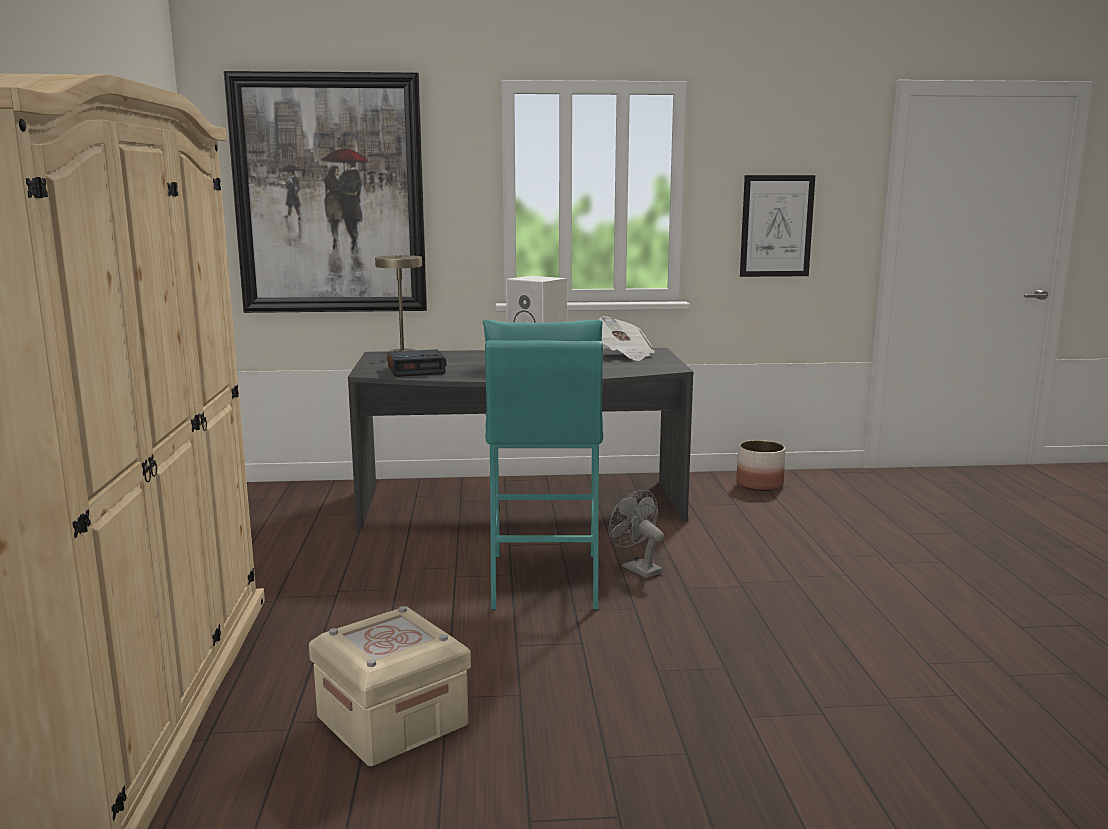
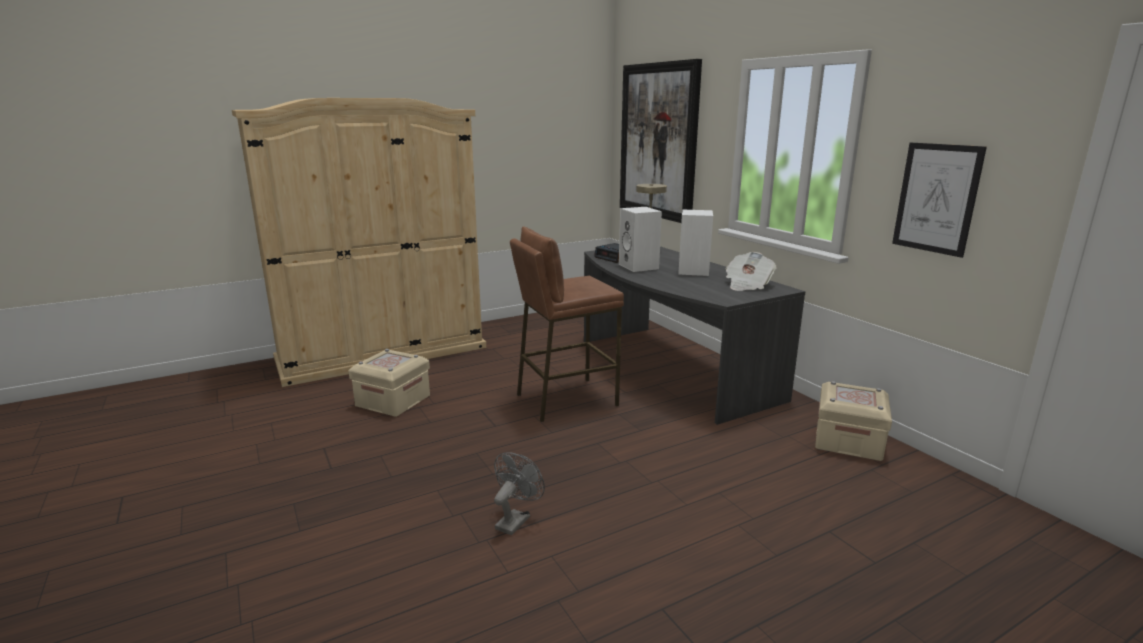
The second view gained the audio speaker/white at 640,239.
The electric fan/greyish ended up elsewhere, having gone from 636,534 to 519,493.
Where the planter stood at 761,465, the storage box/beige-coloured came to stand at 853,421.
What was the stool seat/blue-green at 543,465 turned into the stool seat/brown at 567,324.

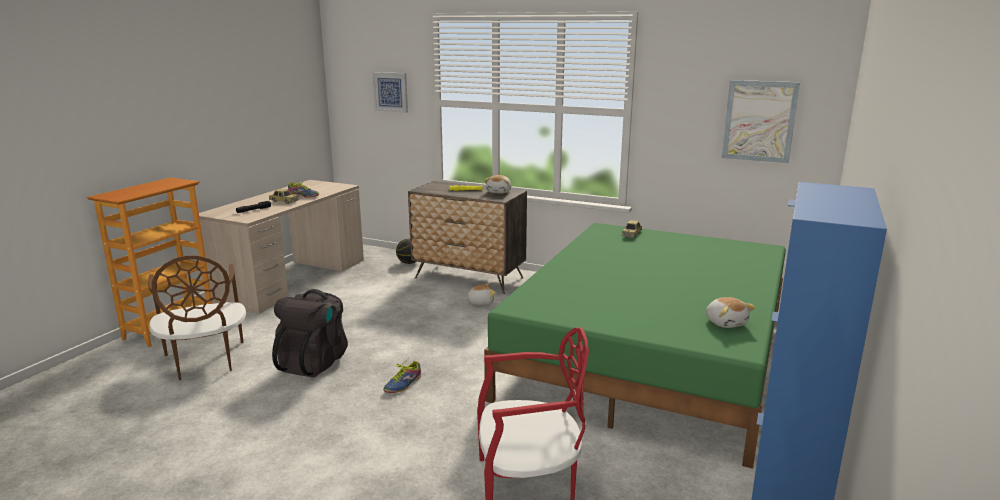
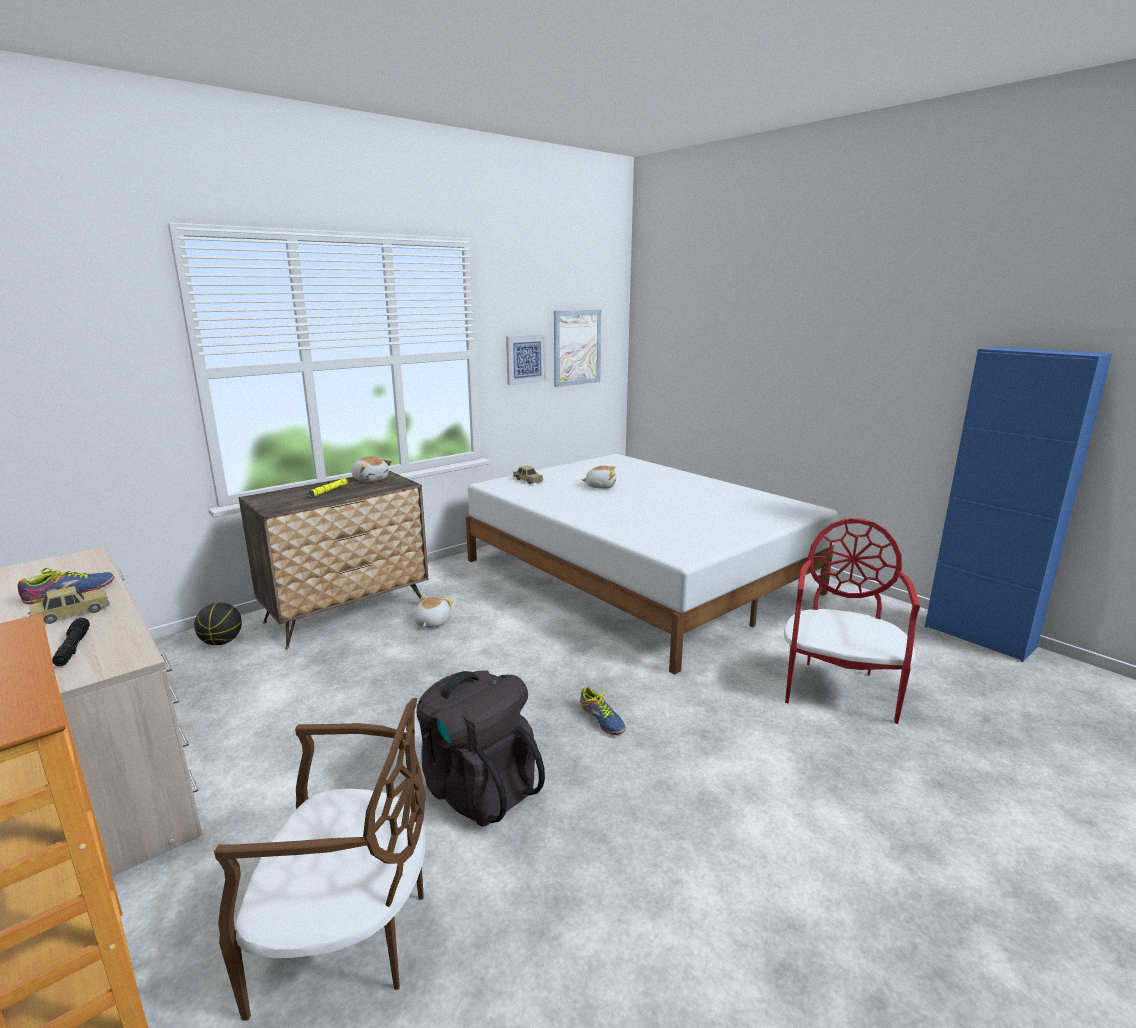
The wall art ended up elsewhere, having gone from 390,92 to 526,359.
The plush toy ended up elsewhere, having gone from 731,312 to 598,477.
What was the bed/green at 635,346 turned into the bed/white at 652,564.

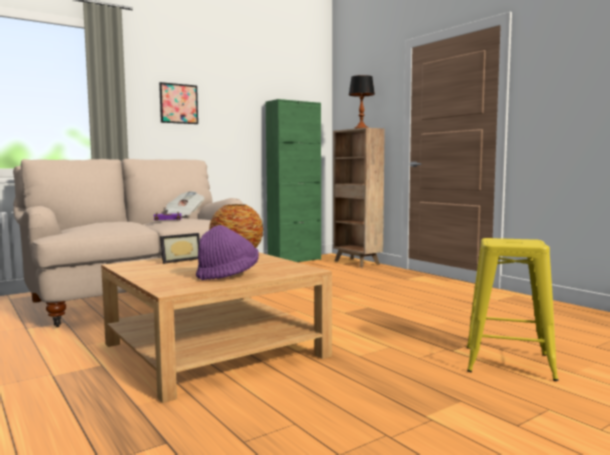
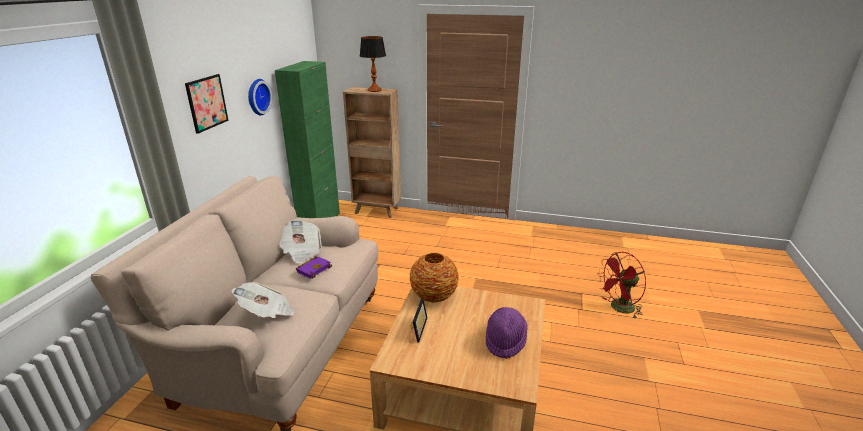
The second view gained the newspaper at 263,300.
The second view gained the clock on the wall at 260,97.
Where the stool seat/yellow-coloured stood at 512,309, the electric fan/red-coloured came to stand at 621,285.

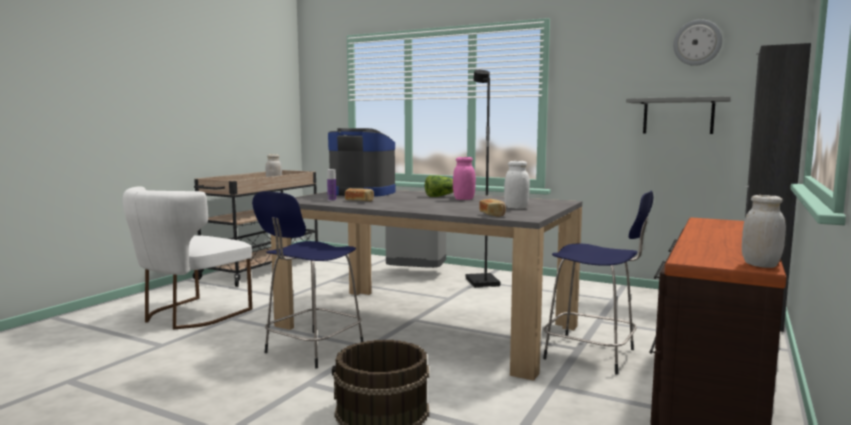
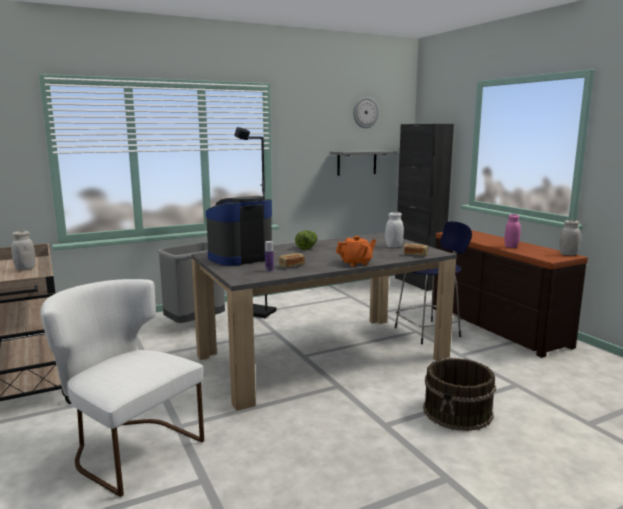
The second view lost the stool seat/bluish at 308,280.
The second view gained the teapot/orange at 356,251.
The preserve jar/pinkish ended up elsewhere, having gone from 464,178 to 512,231.
The chair/white at 187,257 ended up facing another way, 150 degrees clockwise from before.

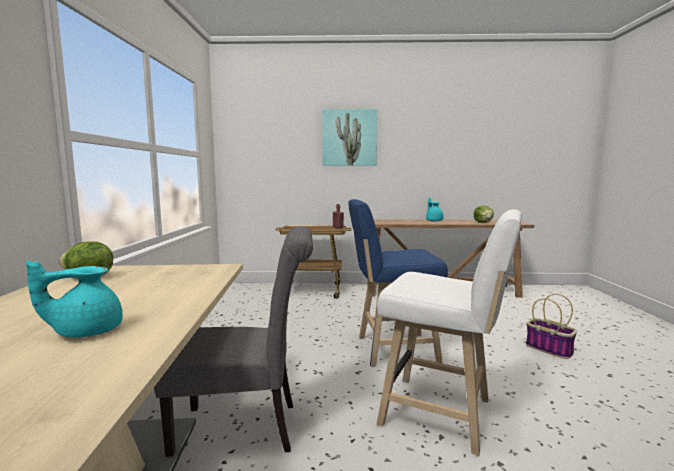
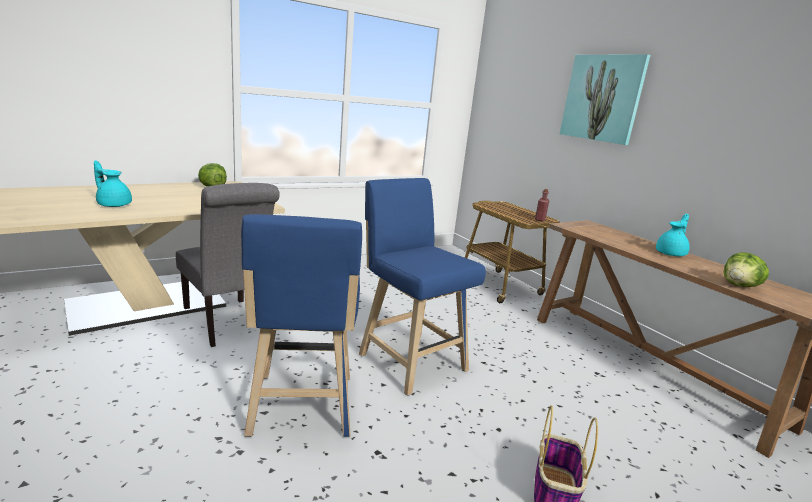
What was the stool seat/white at 449,332 turned into the stool seat/bluish at 301,325.

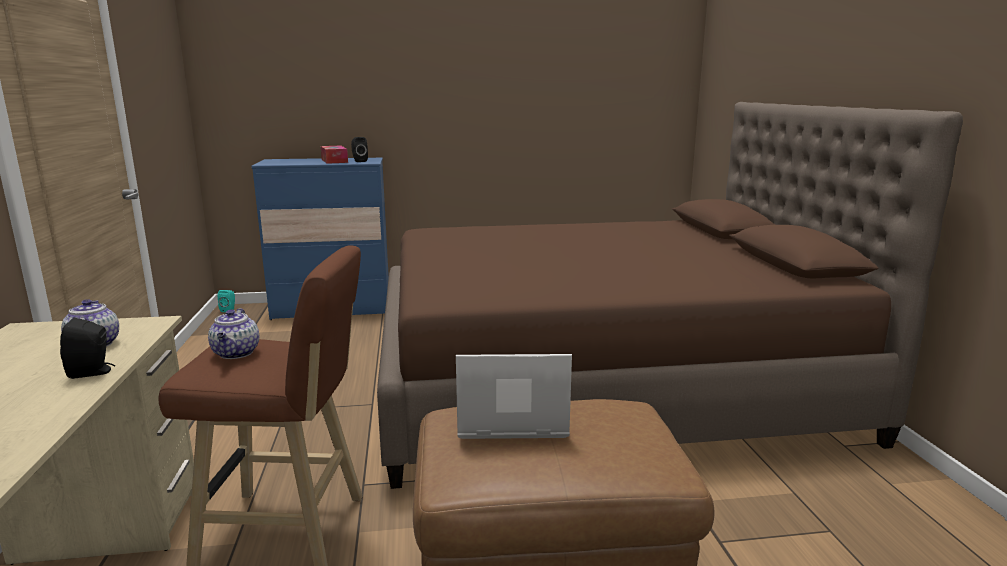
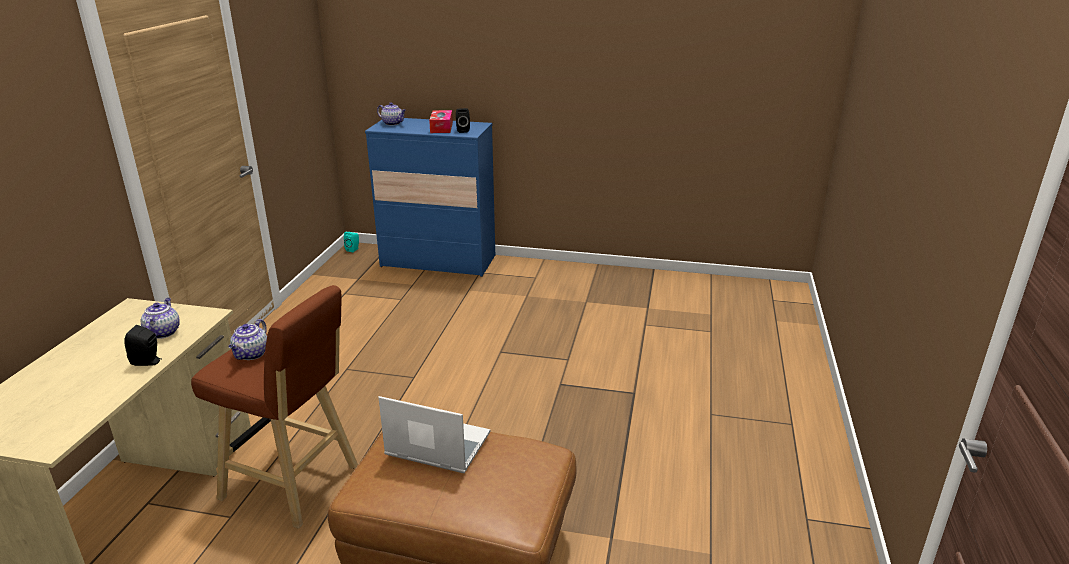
The second view lost the bed/brown at 670,295.
The second view gained the teapot at 391,114.

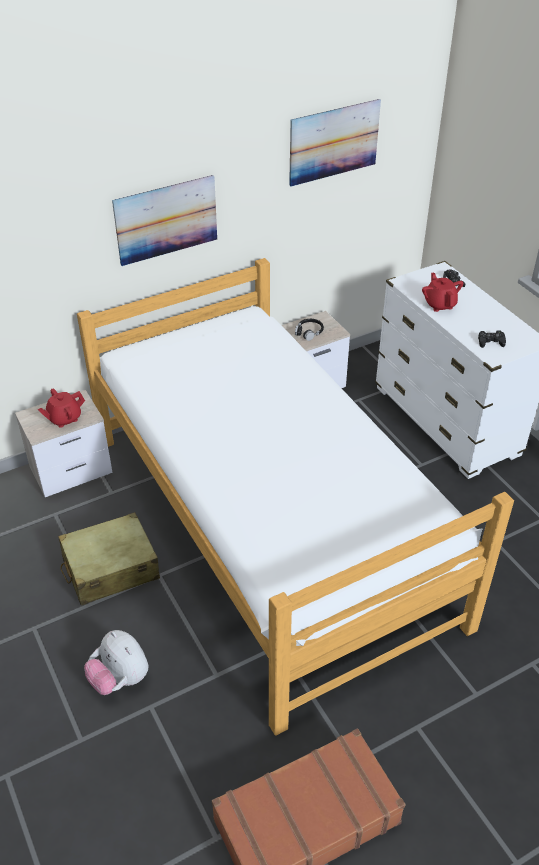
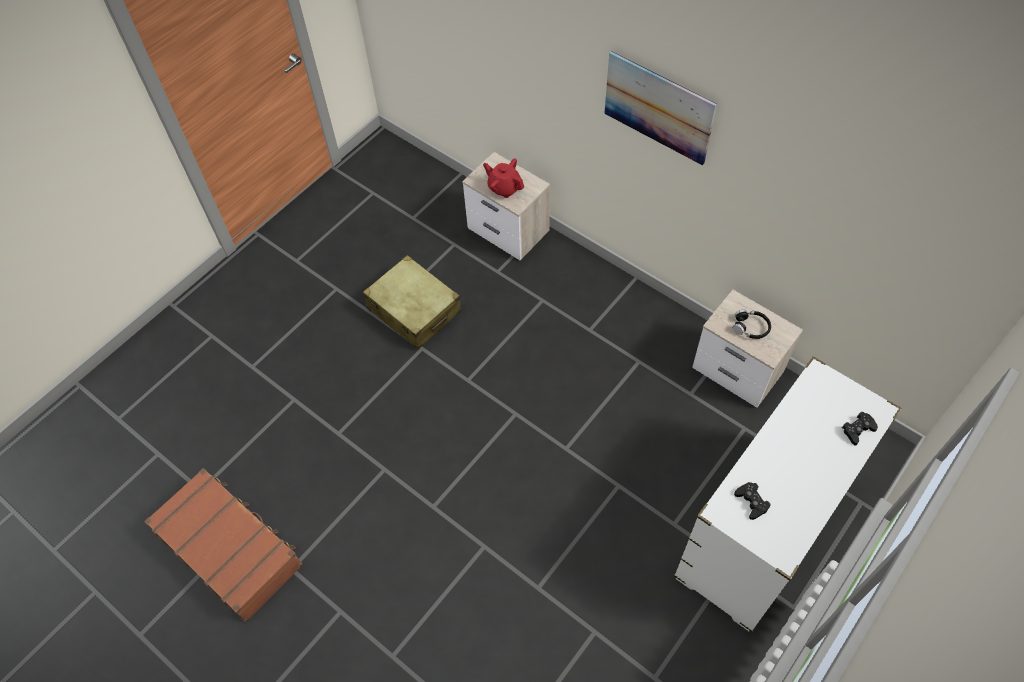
The second view lost the bed at 295,497.
The second view lost the plush toy at 116,662.
The second view lost the wall art at 335,143.
The second view lost the teapot/red-coloured at 443,292.

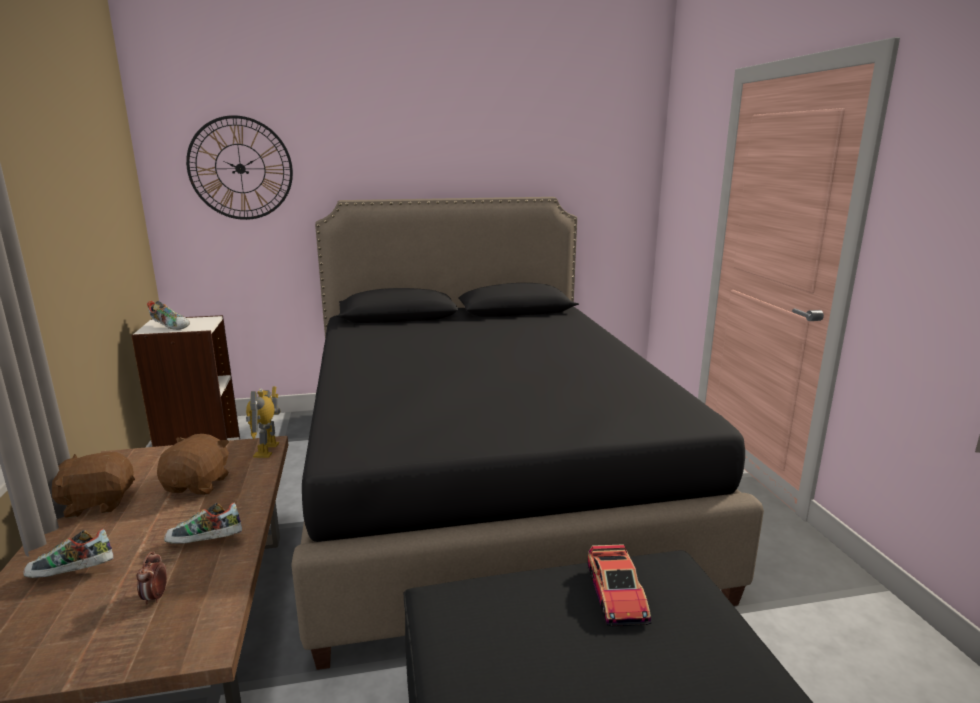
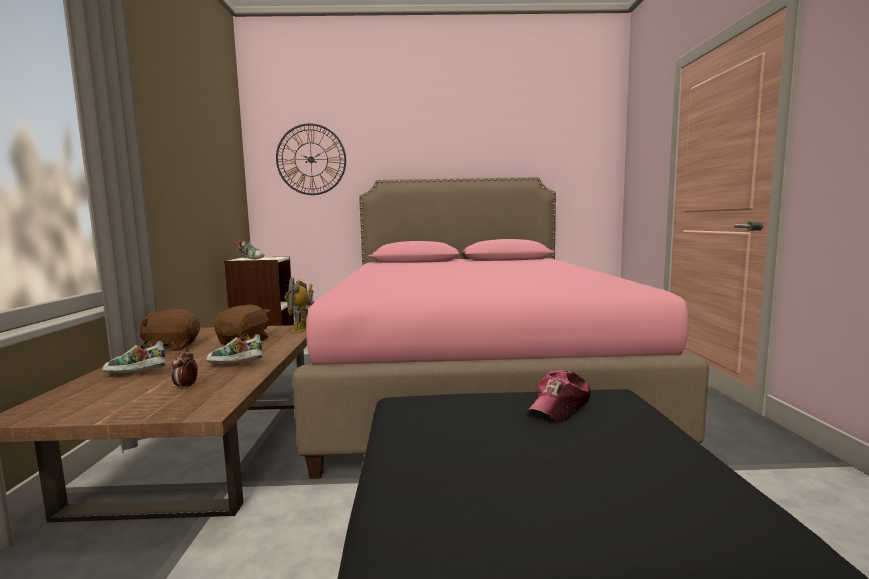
Where the model car stood at 620,585, the baseball cap came to stand at 559,396.
What was the bed/black-coloured at 527,433 turned into the bed/pinkish at 501,328.

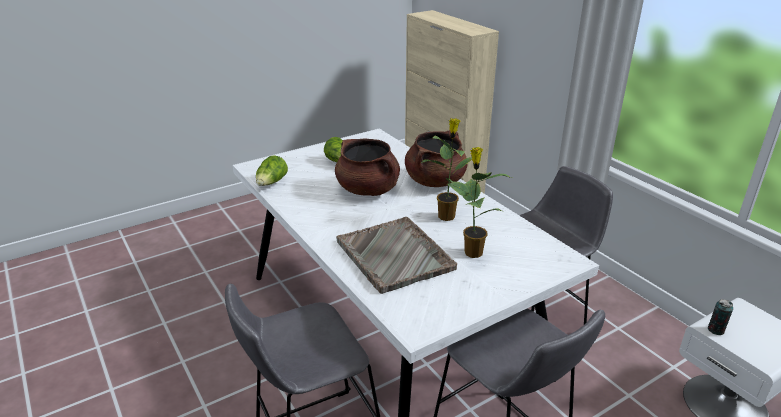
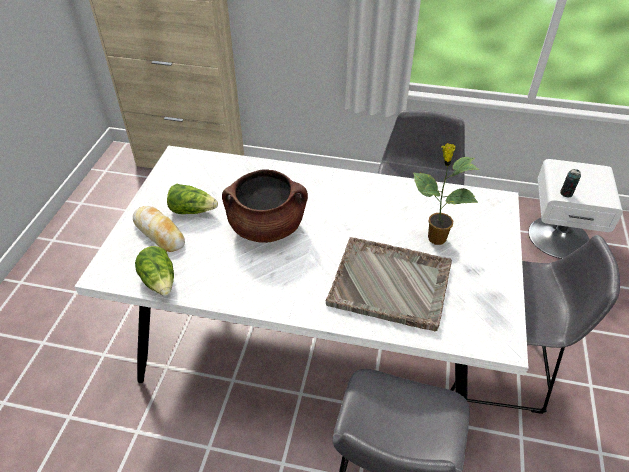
The second view lost the stockpot/brown at 436,158.
The second view lost the plant in a pot at 446,169.
The second view gained the bakery bread at 159,229.

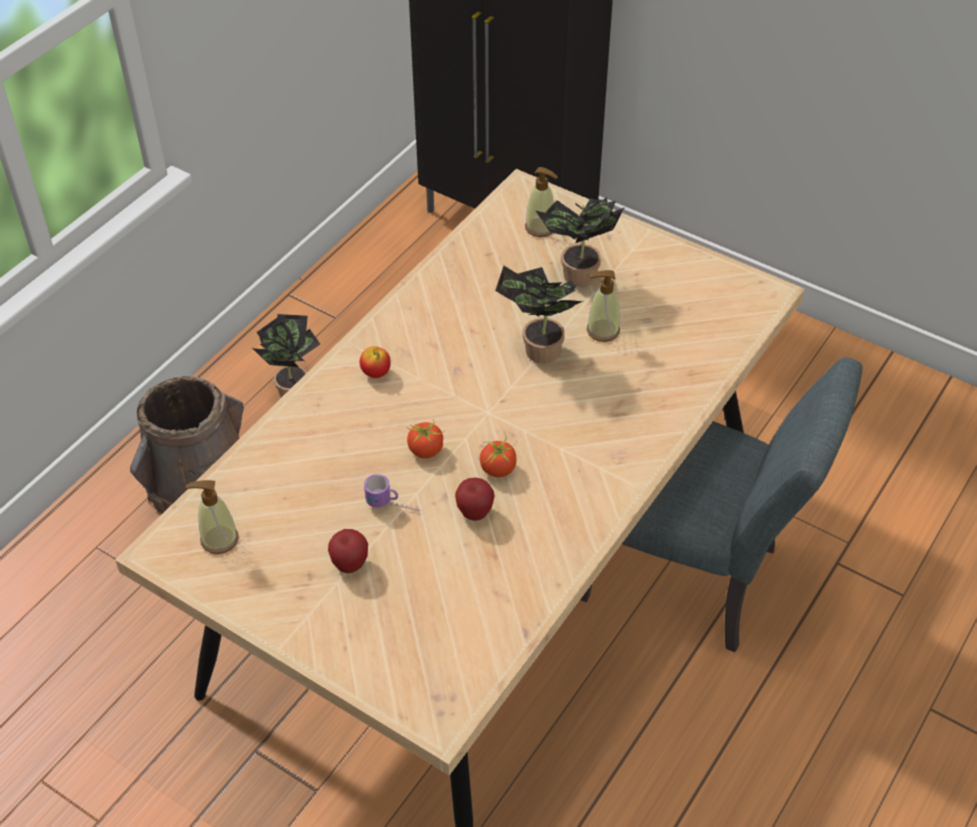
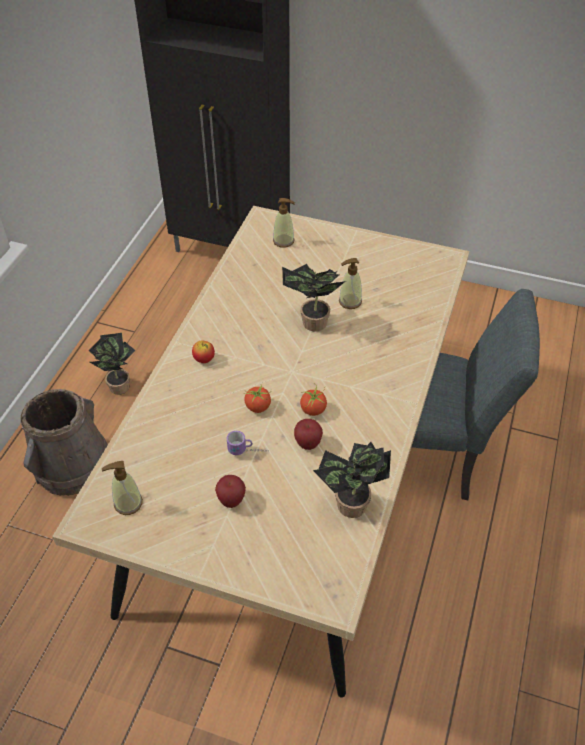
The plant in a pot ended up elsewhere, having gone from 580,242 to 352,480.

